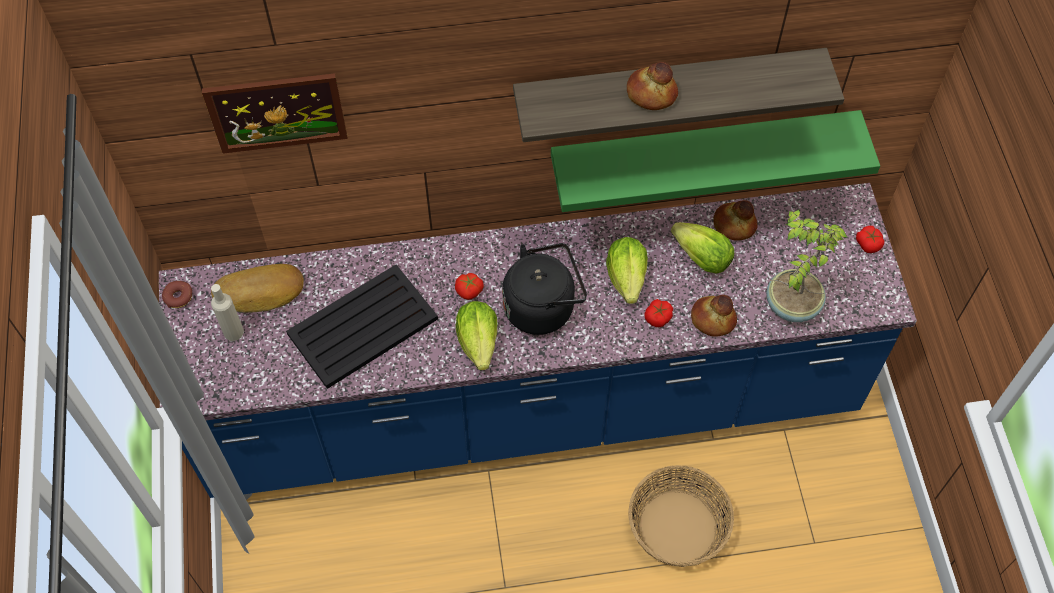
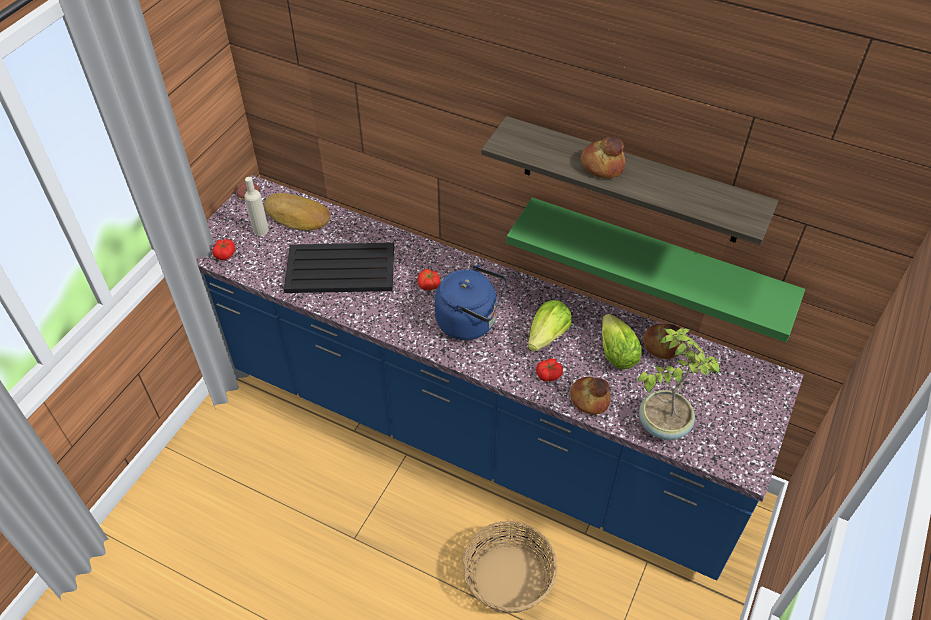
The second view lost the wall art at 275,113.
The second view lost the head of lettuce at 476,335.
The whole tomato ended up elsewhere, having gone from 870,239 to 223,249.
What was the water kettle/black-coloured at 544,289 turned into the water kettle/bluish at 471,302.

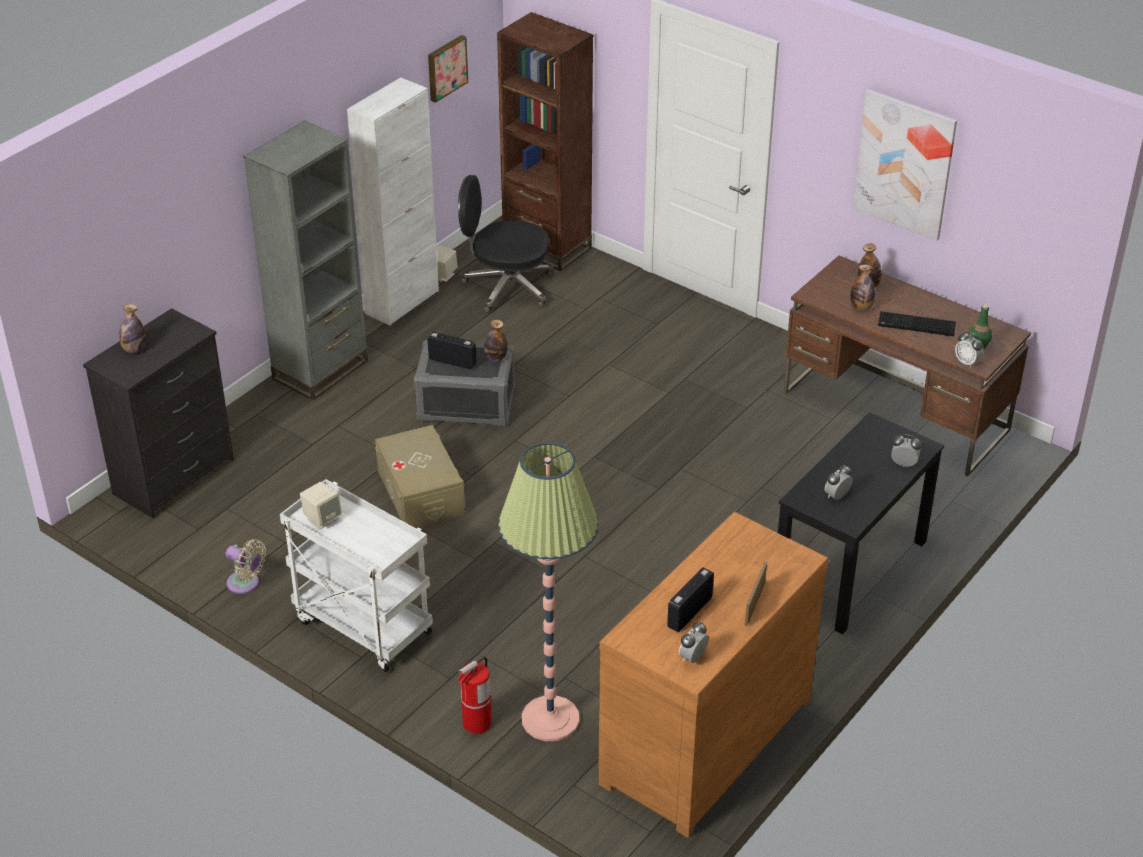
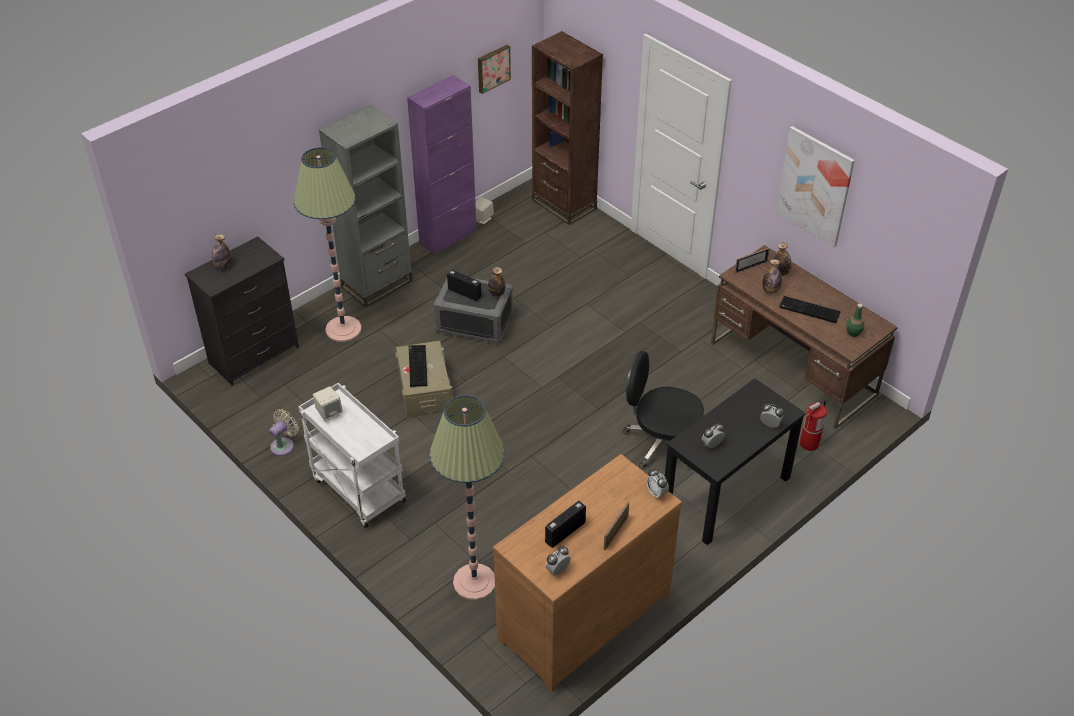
The second view gained the standard lamp at 328,244.
The second view gained the PC keyboard at 418,366.
The second view gained the picture frame at 752,260.
The fire extinguisher ended up elsewhere, having gone from 474,695 to 813,425.
The computer chair/black-coloured ended up elsewhere, having gone from 506,244 to 663,410.
The alarm clock ended up elsewhere, having gone from 969,350 to 657,483.
What was the cupboard/white at 393,201 turned into the cupboard/purple at 442,164.
The electric fan/beige-coloured at 245,566 ended up facing another way, 90 degrees counterclockwise from before.

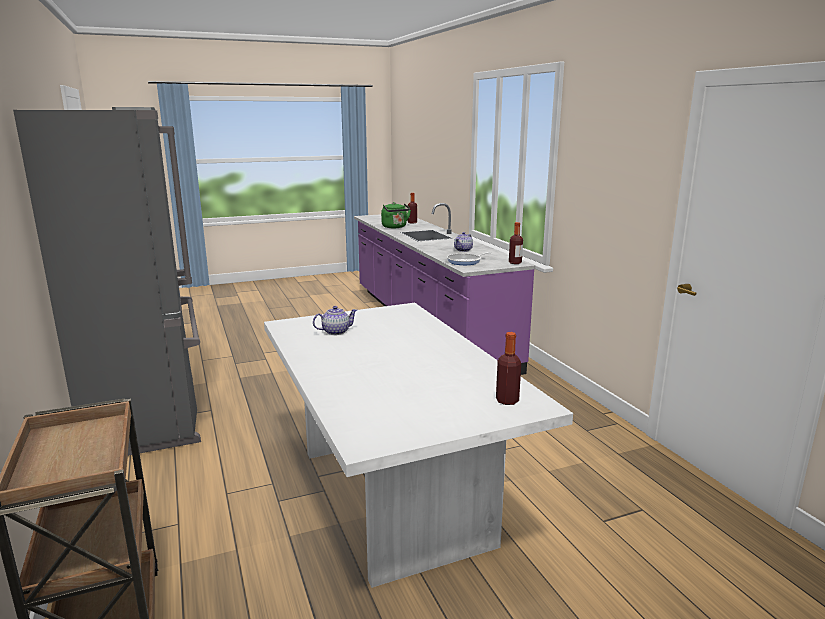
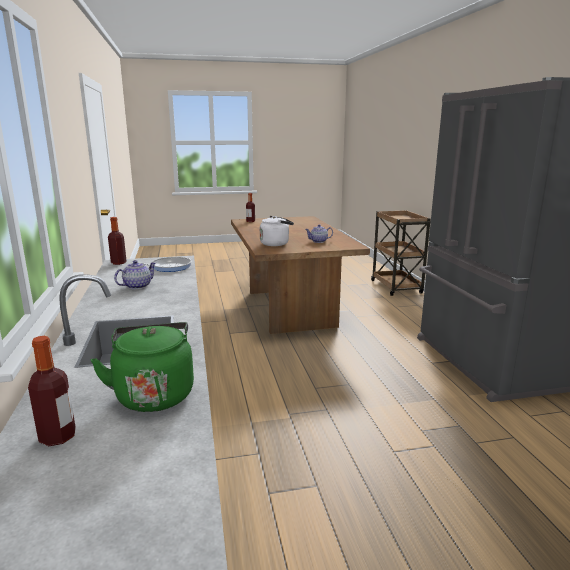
The second view gained the water kettle/white at 277,231.
What was the dining table/white at 418,445 turned into the dining table/brown at 300,275.

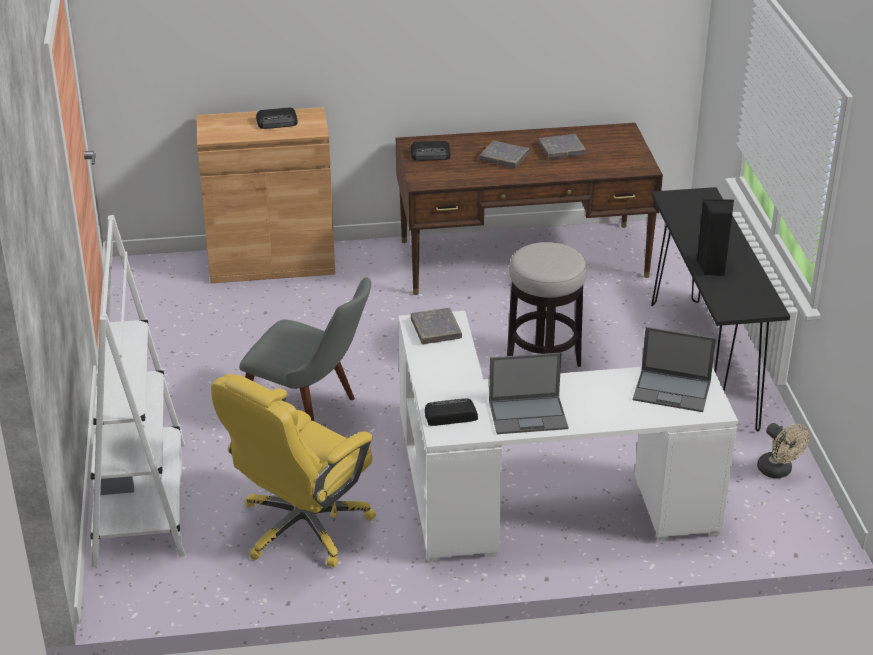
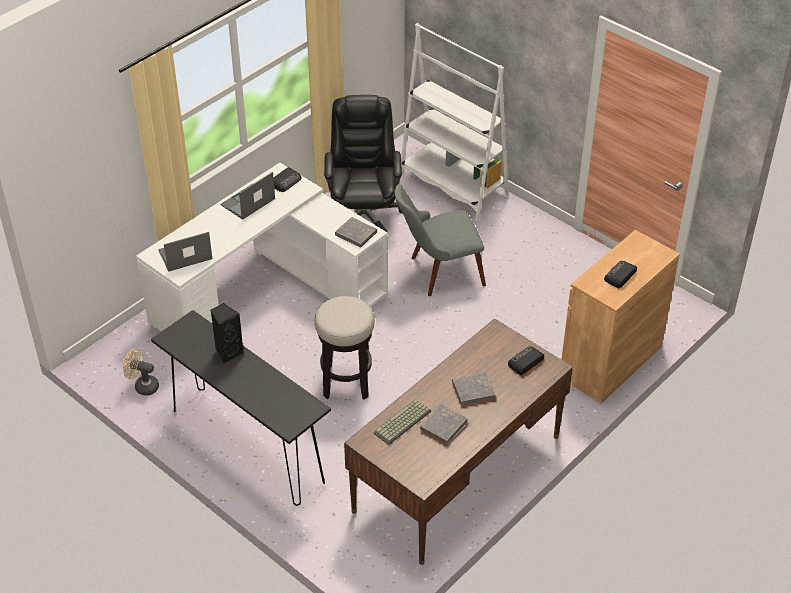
The second view gained the PC keyboard at 402,422.
What was the computer chair/yellow-coloured at 293,470 turned into the computer chair/black-coloured at 363,163.

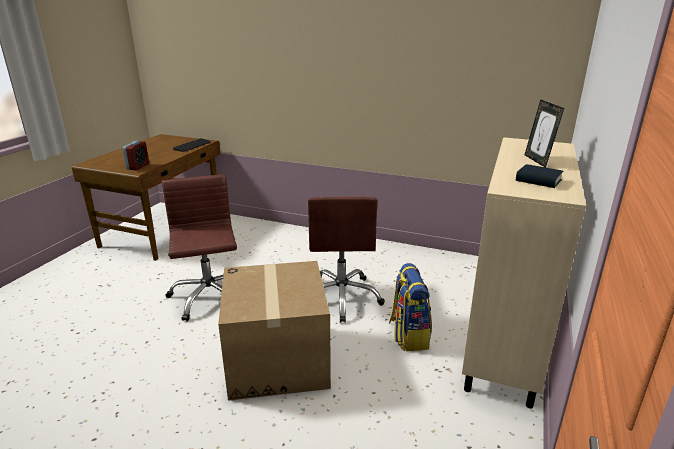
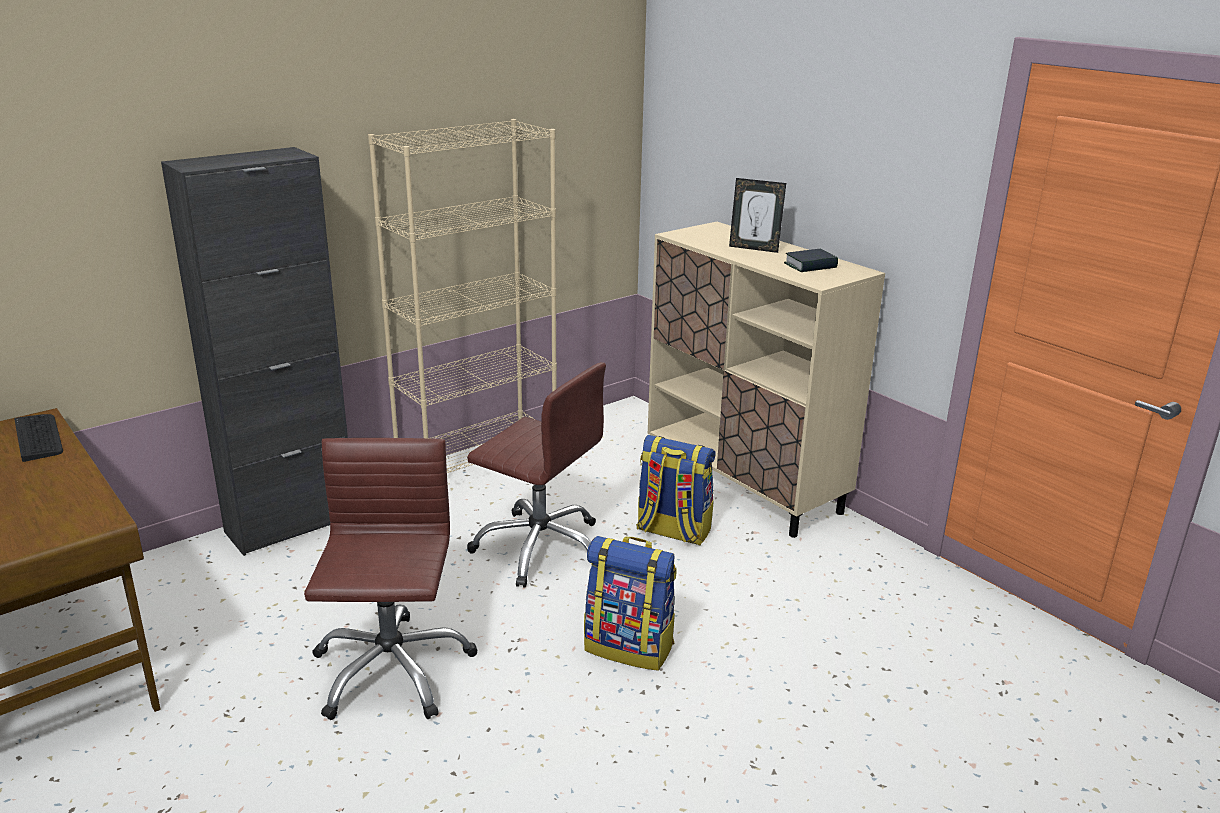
The second view lost the alarm clock at 135,155.
The second view gained the cupboard/black-coloured at 254,351.
The second view gained the bookshelf/beige-coloured at 462,296.
Where the cardboard box stood at 274,331, the knapsack came to stand at 630,603.
The computer chair/brown at 199,248 ended up facing another way, 75 degrees clockwise from before.

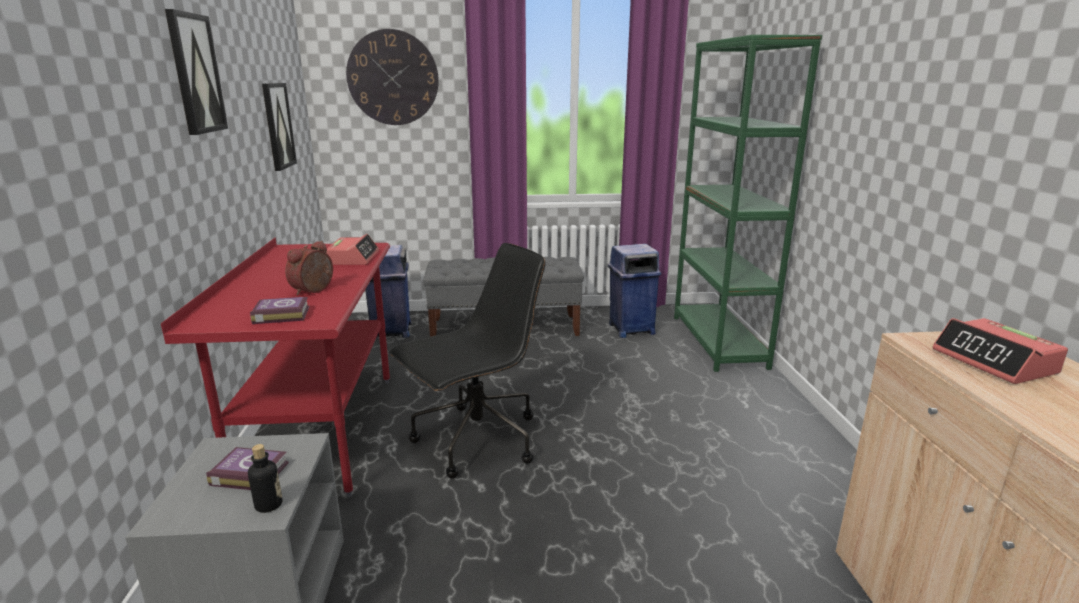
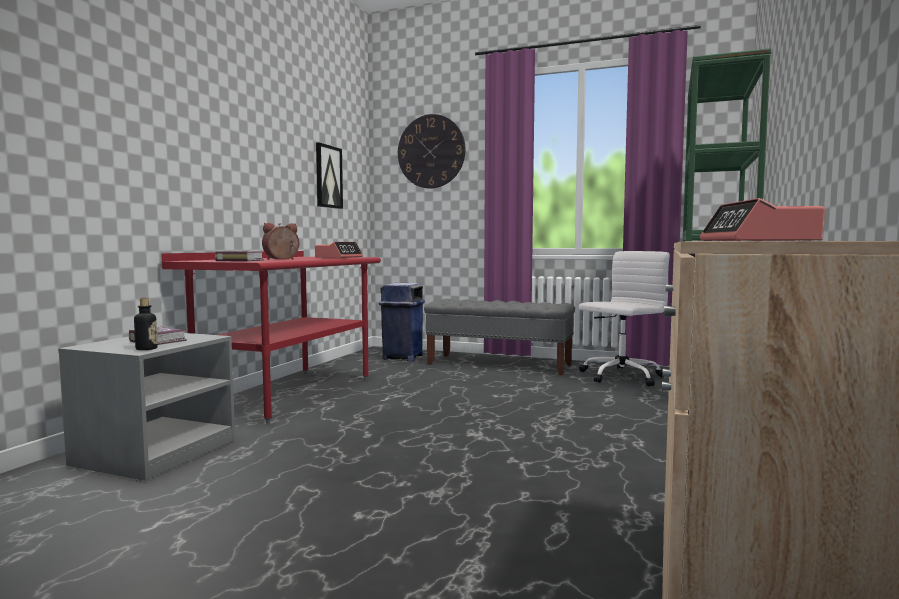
The second view lost the wall art at 196,72.
The second view lost the computer chair/black-coloured at 468,361.
Where the waste bin/bluish stood at 634,291, the computer chair/white came to stand at 624,318.

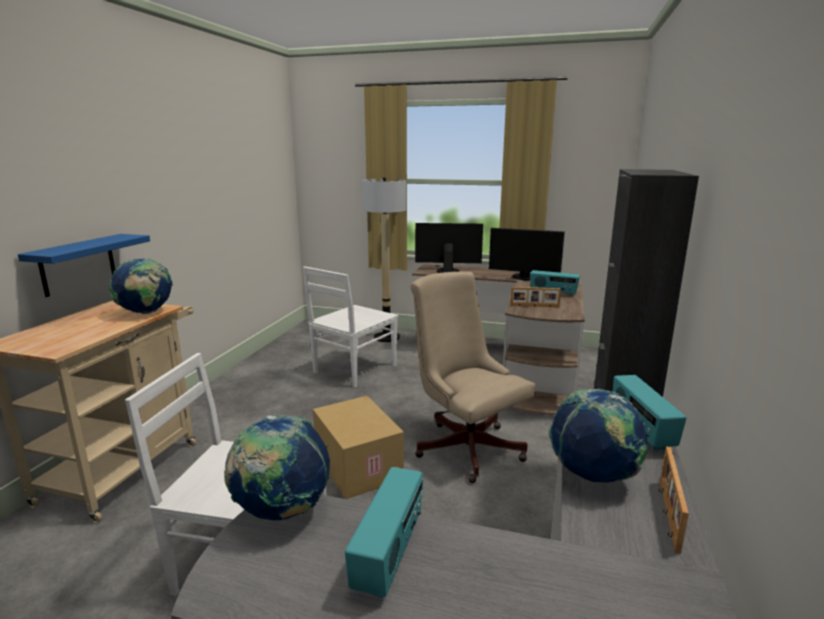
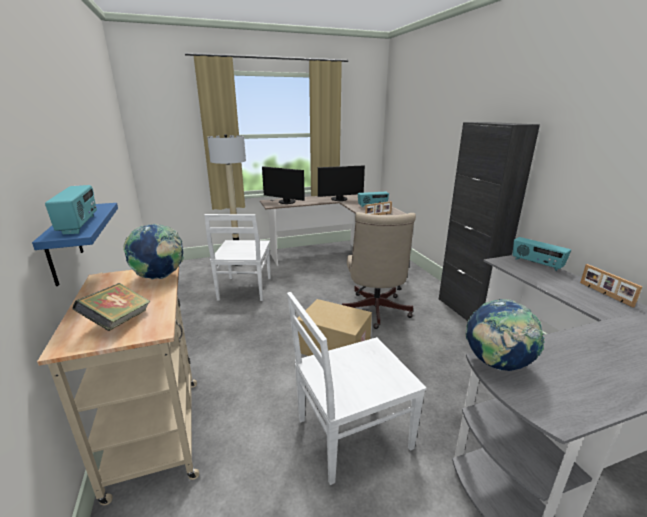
The second view lost the globe at 597,435.
The second view gained the volume at 111,307.
The radio set ended up elsewhere, having gone from 384,532 to 71,209.
The computer chair/beige-coloured at 473,377 ended up facing another way, 105 degrees counterclockwise from before.
The monitor at 449,248 ended up facing another way, 120 degrees counterclockwise from before.

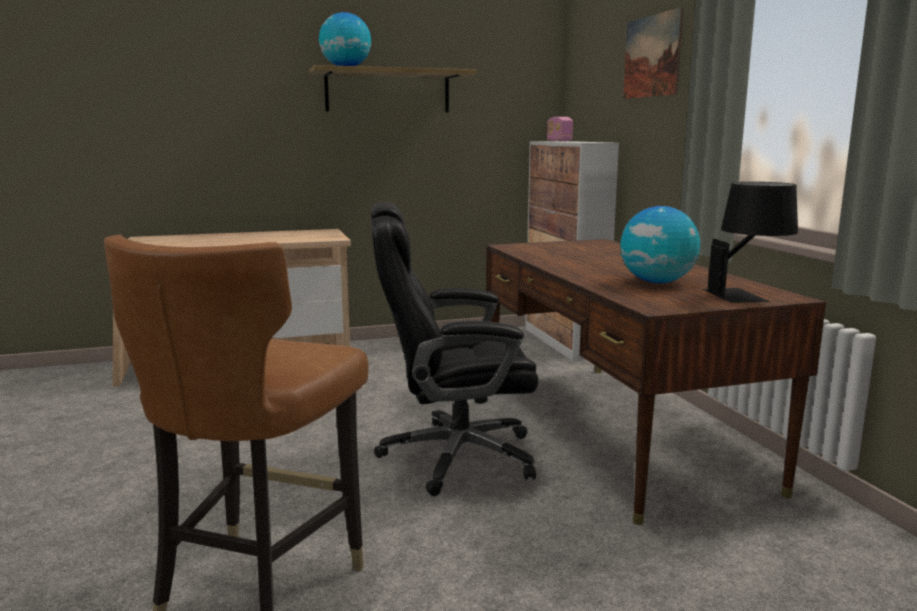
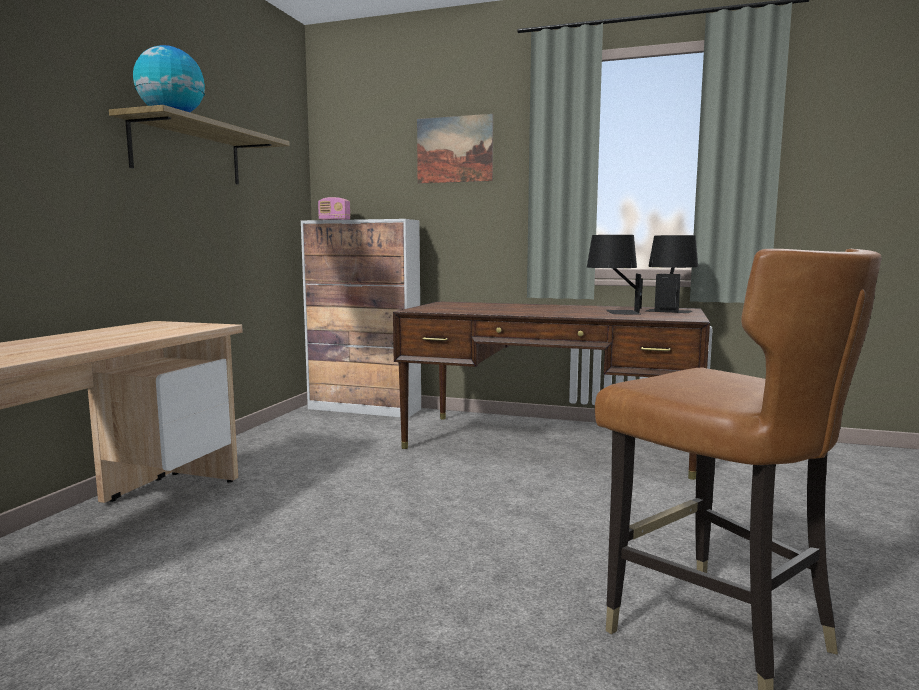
The second view lost the computer chair/black-coloured at 454,348.
Where the globe stood at 660,244, the table lamp/black-coloured came to stand at 615,274.

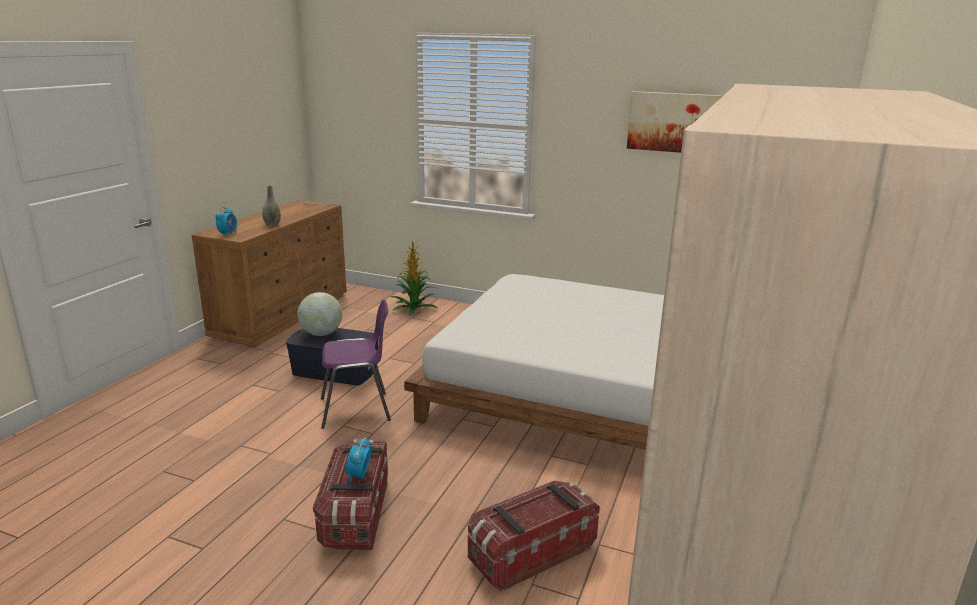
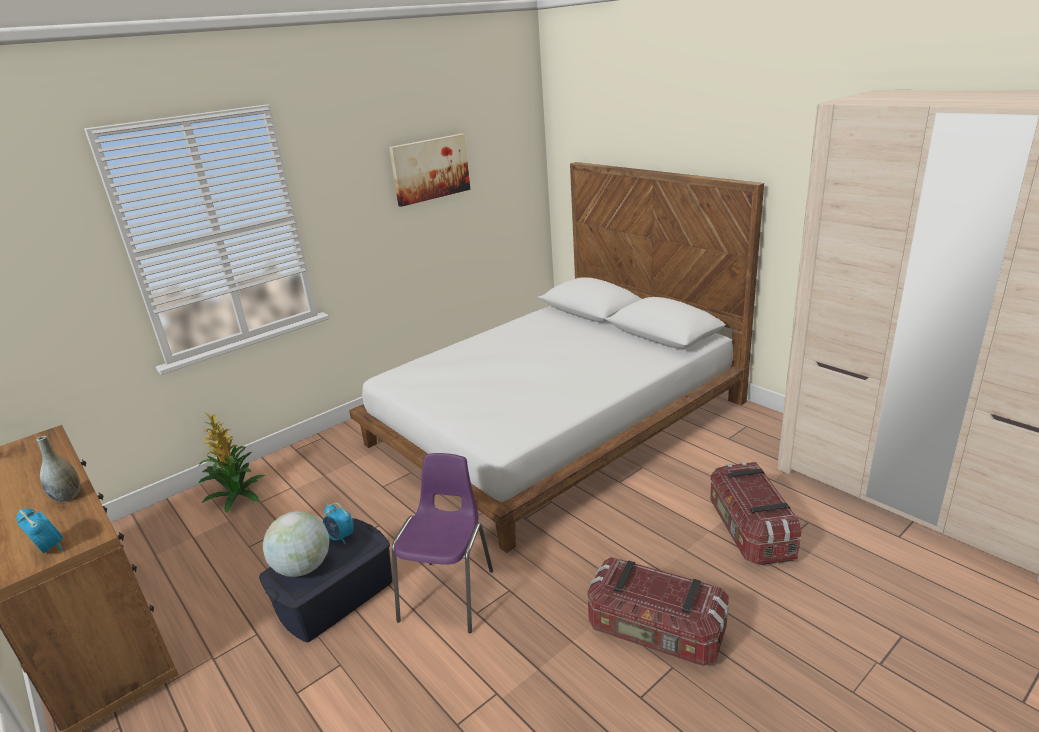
The alarm clock ended up elsewhere, having gone from 358,460 to 338,523.

